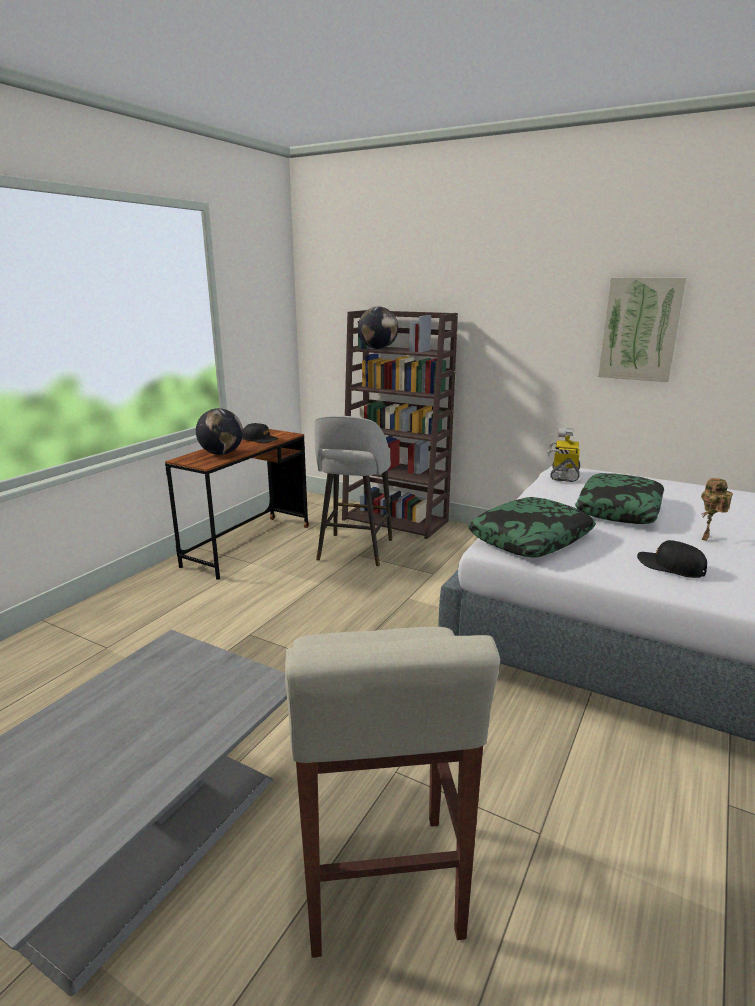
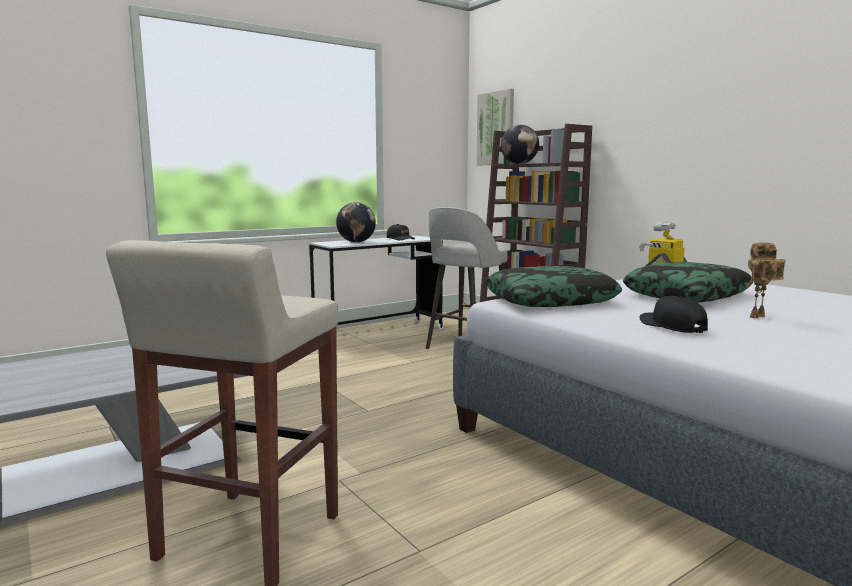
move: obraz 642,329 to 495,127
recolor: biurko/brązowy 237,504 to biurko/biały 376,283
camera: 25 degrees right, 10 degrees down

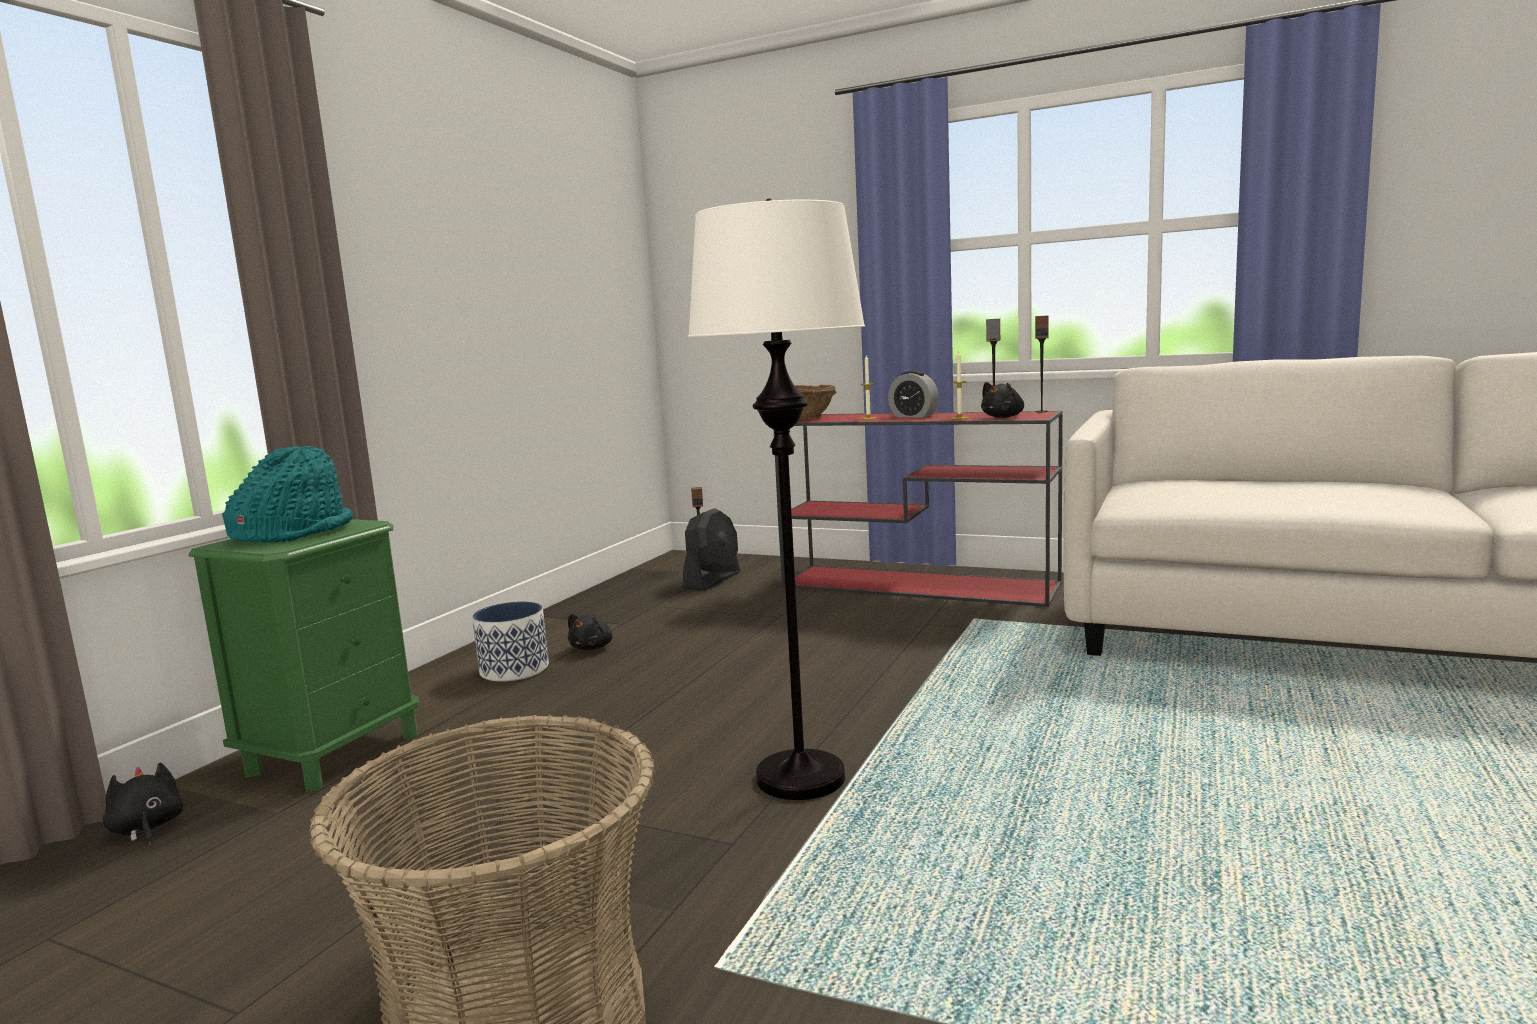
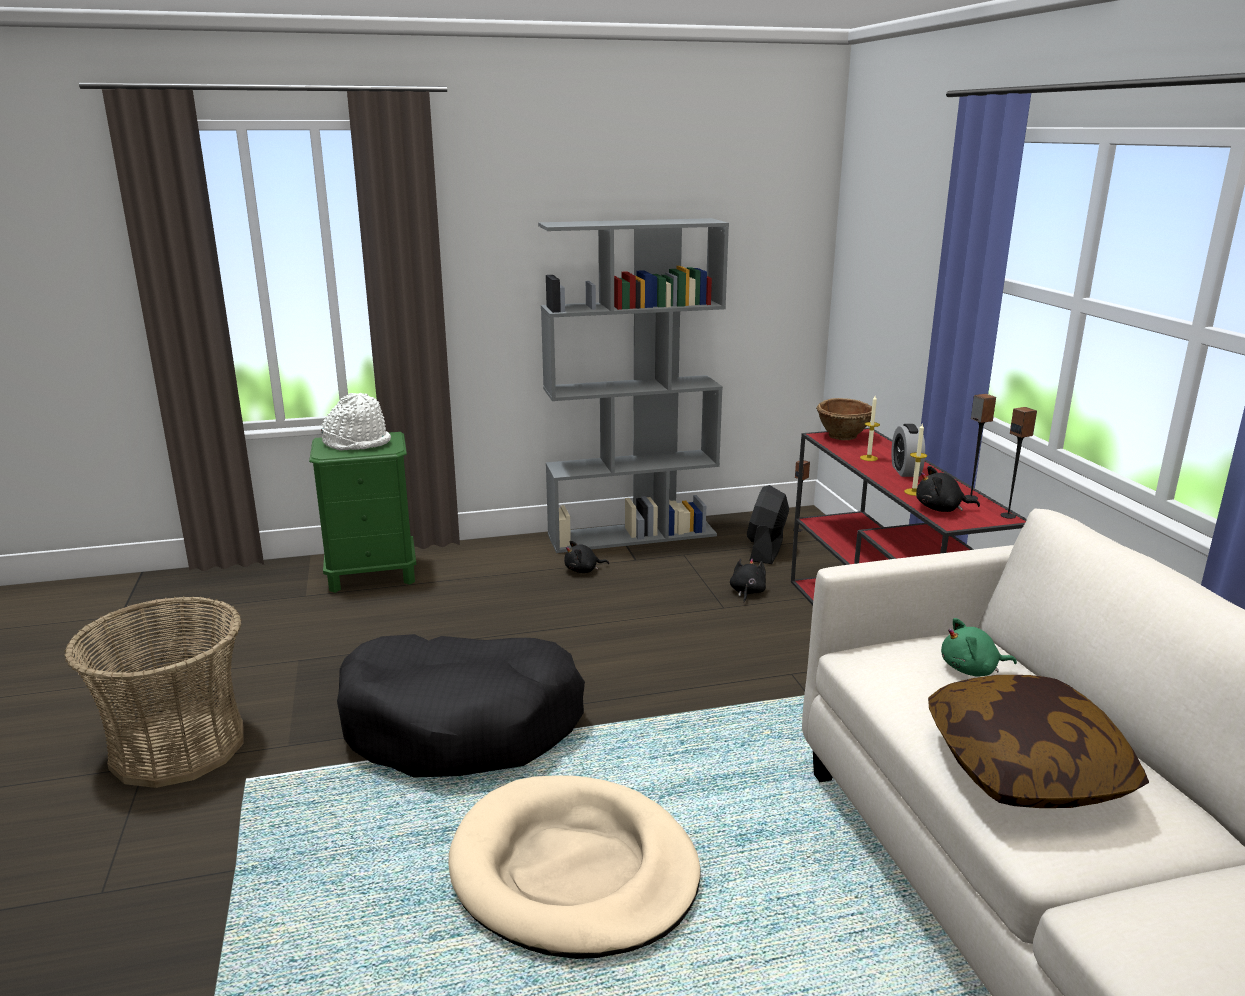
delete: donica 510,642
insert: legowisko/beżowy 574,867; regał/szary 633,385; poduszka 1038,741; pluszak/zielony 979,647
move: pluszak/czarny 143,804 to 748,581
replace: lampa stojąca/biały 776,499 to legowisko/czarny 461,706
recolor: kapelusz/turkusowy 287,494 to kapelusz/biały 356,421
rotate: wentylator/czarny 711,549 = 768,524 120 degrees clockwise
camera: 50 degrees right, 10 degrees up

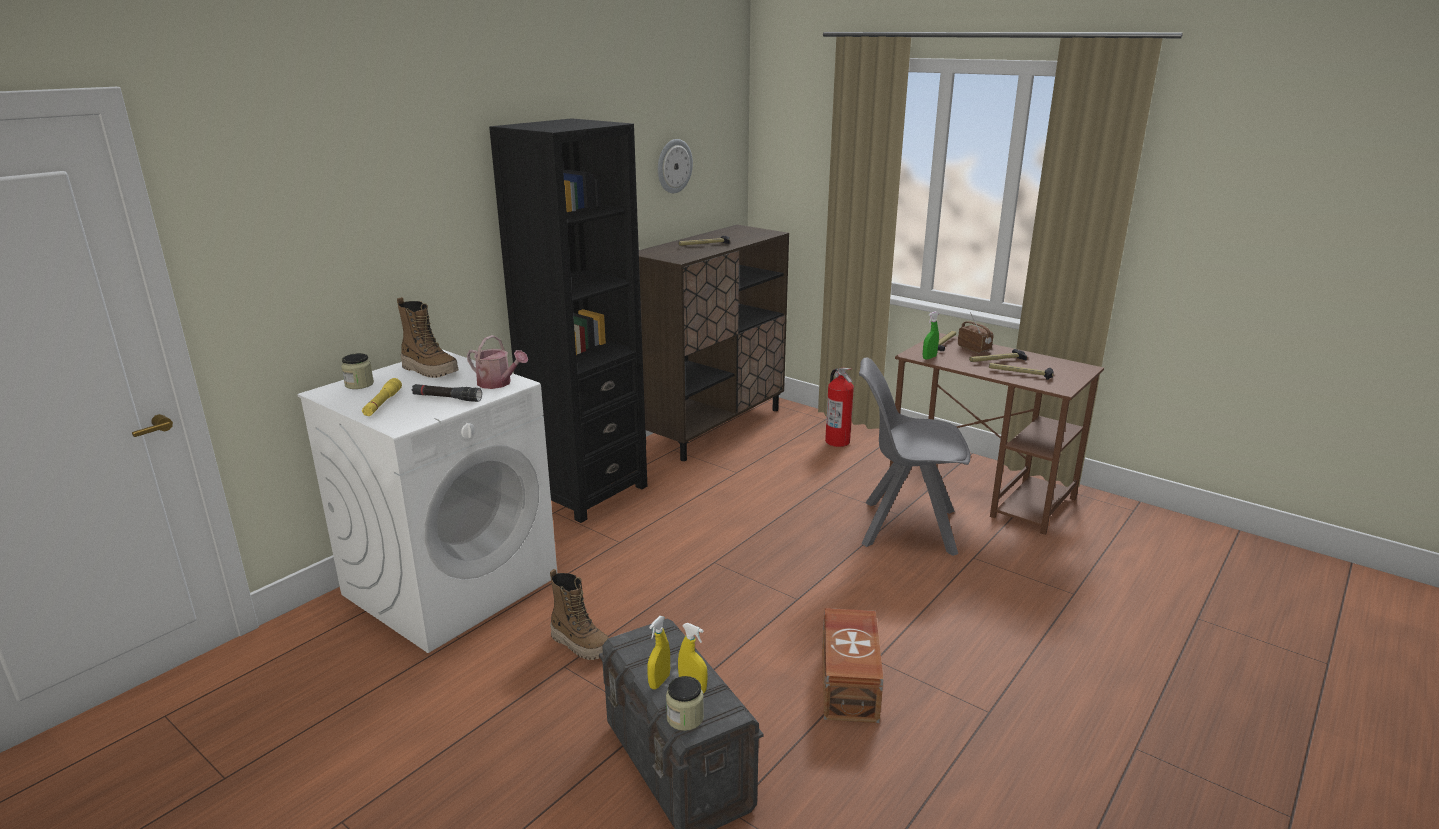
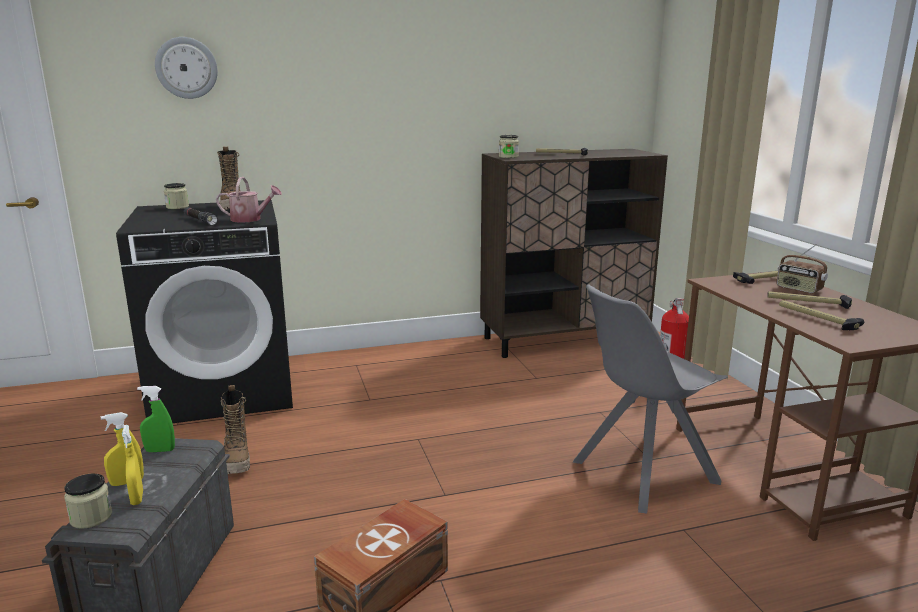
delete: latarka/żółty 382,397; regał/czarny 568,320
insert: słoik 509,146
move: zegar ścienny 675,166 to 186,68; spryskiwacz/zielony 931,335 to 156,419
recolor: pralka/biały 427,501 to pralka/czarny 204,311
rotate: konewka 497,362 = 249,200 60 degrees counterclockwise; krzesło/szary 915,456 = 650,398 75 degrees counterclockwise; radio 976,332 = 802,269 135 degrees clockwise
camera: 35 degrees right, 5 degrees down

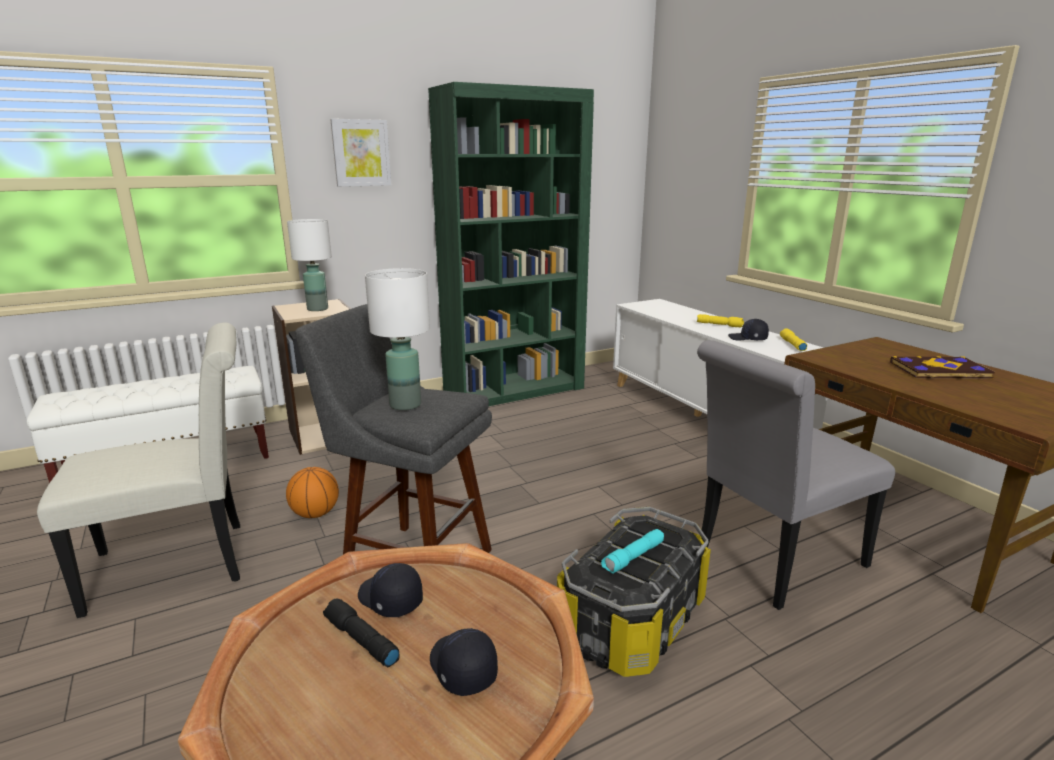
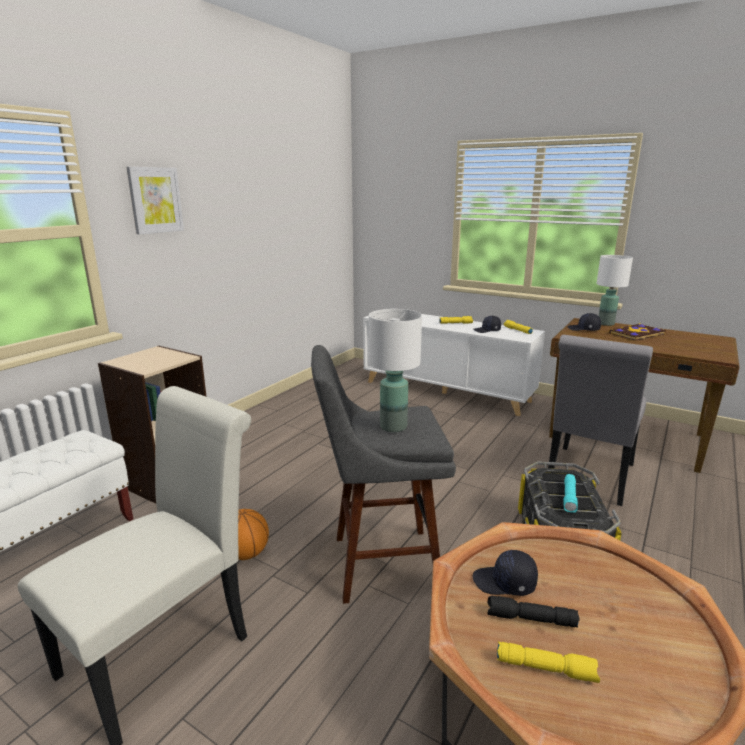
delete: regał/zielony 511,244
insert: latarka/żółty 548,662
move: lampa stołowa/biały 309,265 to 614,290; czapka z daszkiem/czarny 464,662 to 584,322
camera: 30 degrees left, 0 degrees up

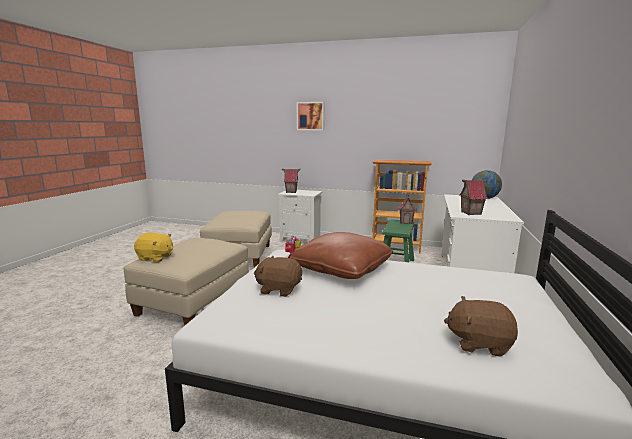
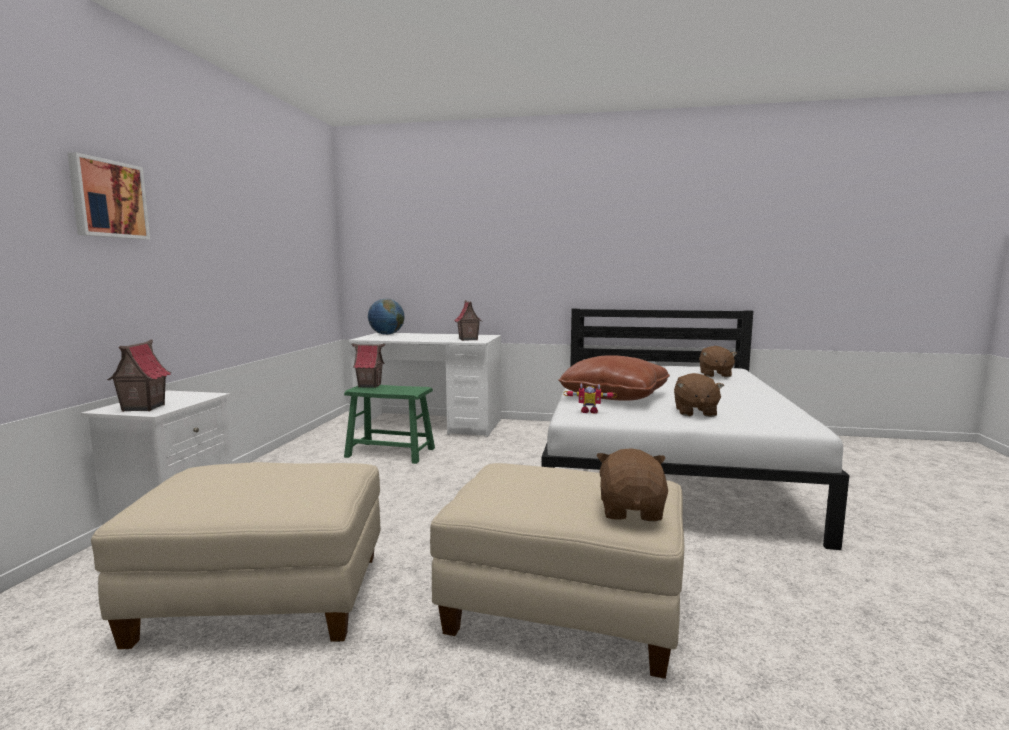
delete: regał 402,206
recolor: pluszak/żółty 153,247 to pluszak/brązowy 632,484
camera: 95 degrees left, 5 degrees down

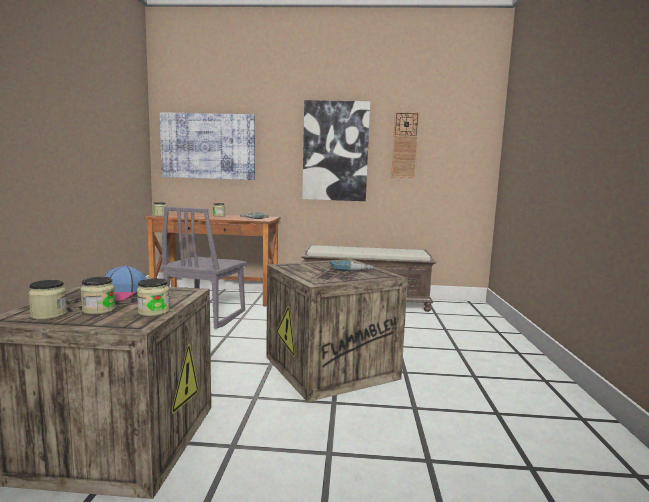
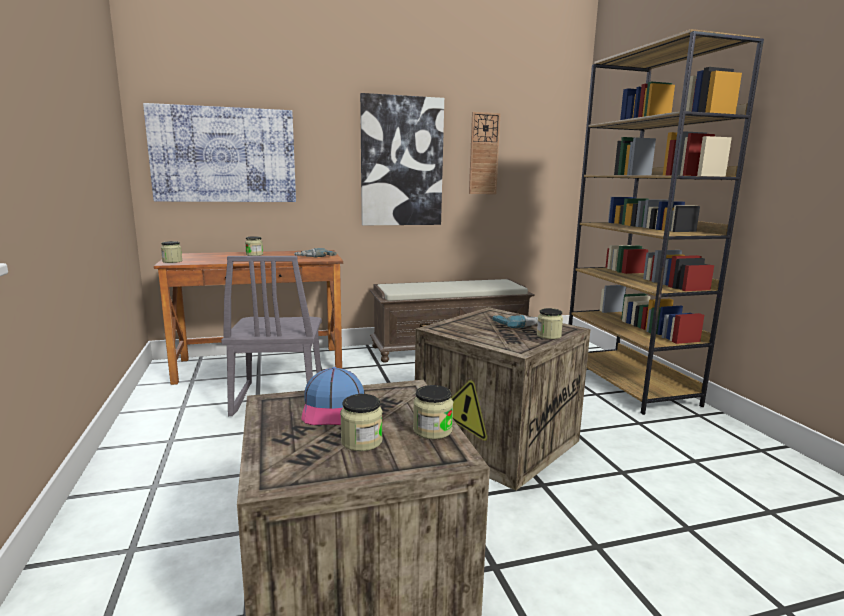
insert: regał/brązowy 666,222
move: słoik 47,300 to 550,323
camera: 20 degrees left, 5 degrees up

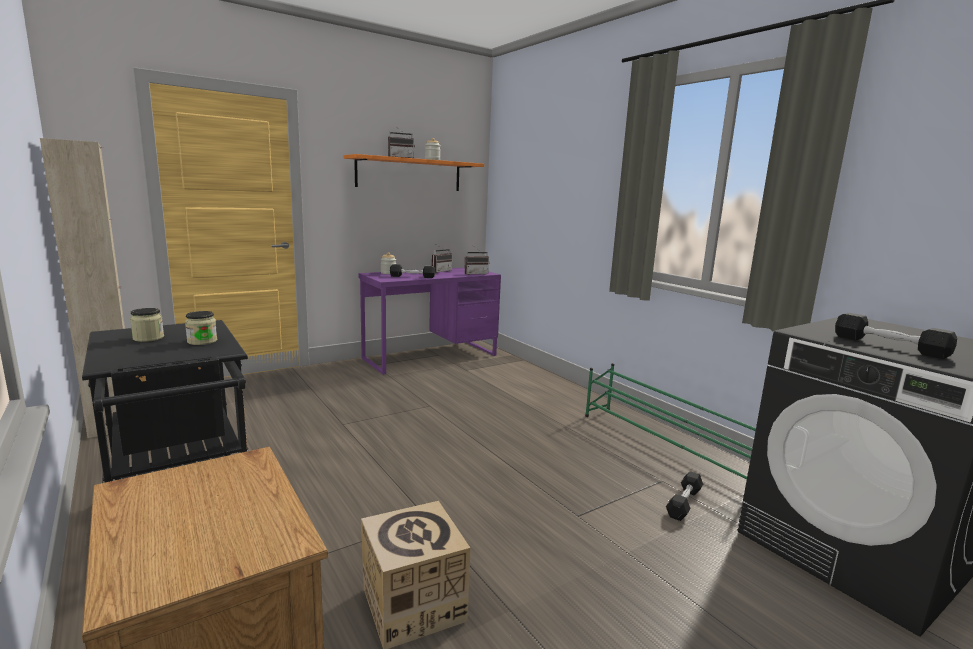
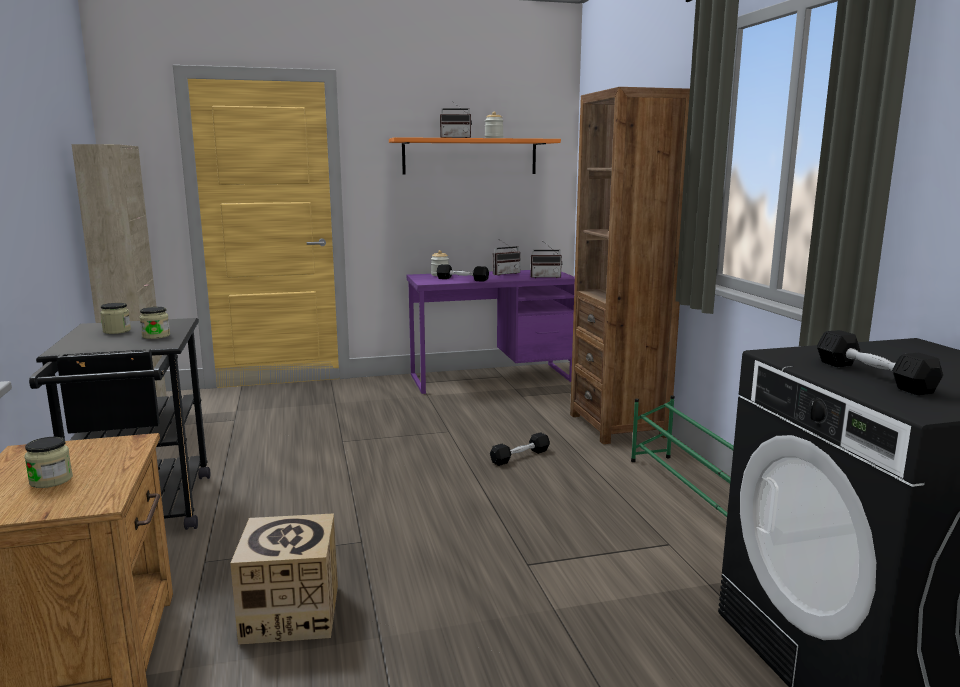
insert: słoik 49,462; regał/brązowy 630,265
move: hantel/czarny 684,496 to 520,449
camera: 20 degrees right, 0 degrees up

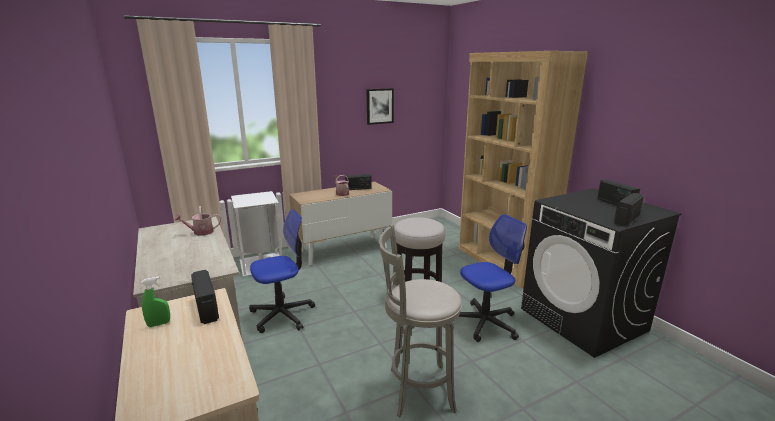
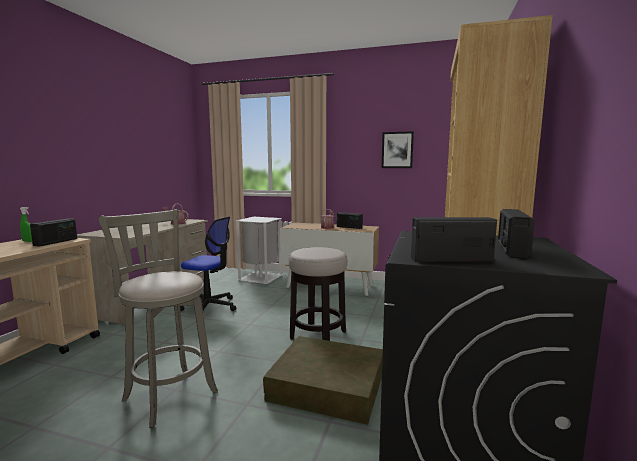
replace: krzesło biurowe 492,278 to pojemnik do przechowywania/brązowy 323,380
camera: 45 degrees right, 10 degrees down

